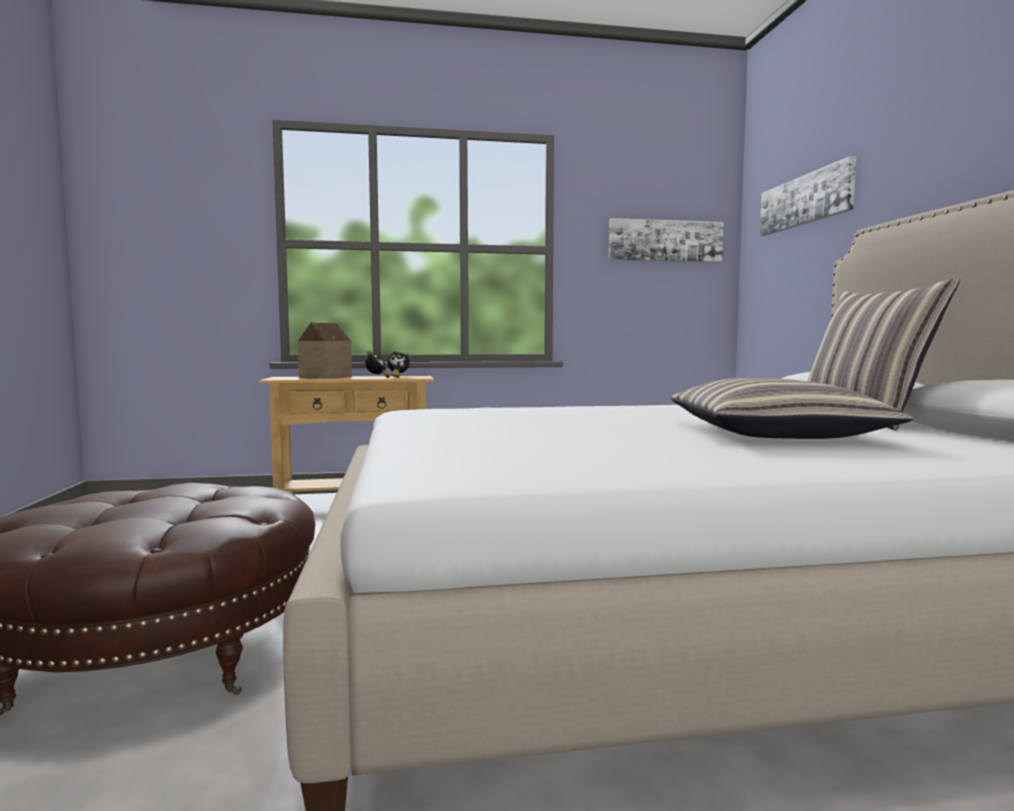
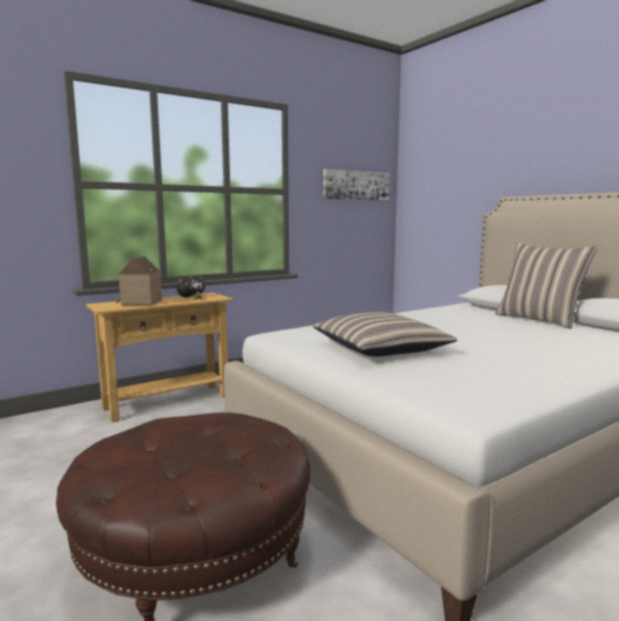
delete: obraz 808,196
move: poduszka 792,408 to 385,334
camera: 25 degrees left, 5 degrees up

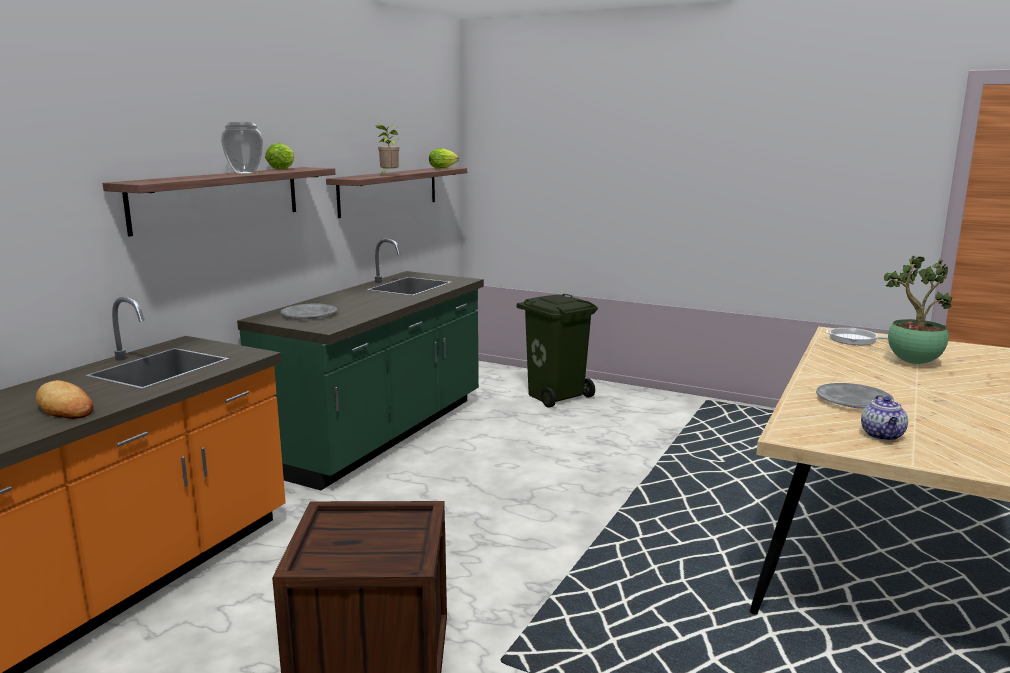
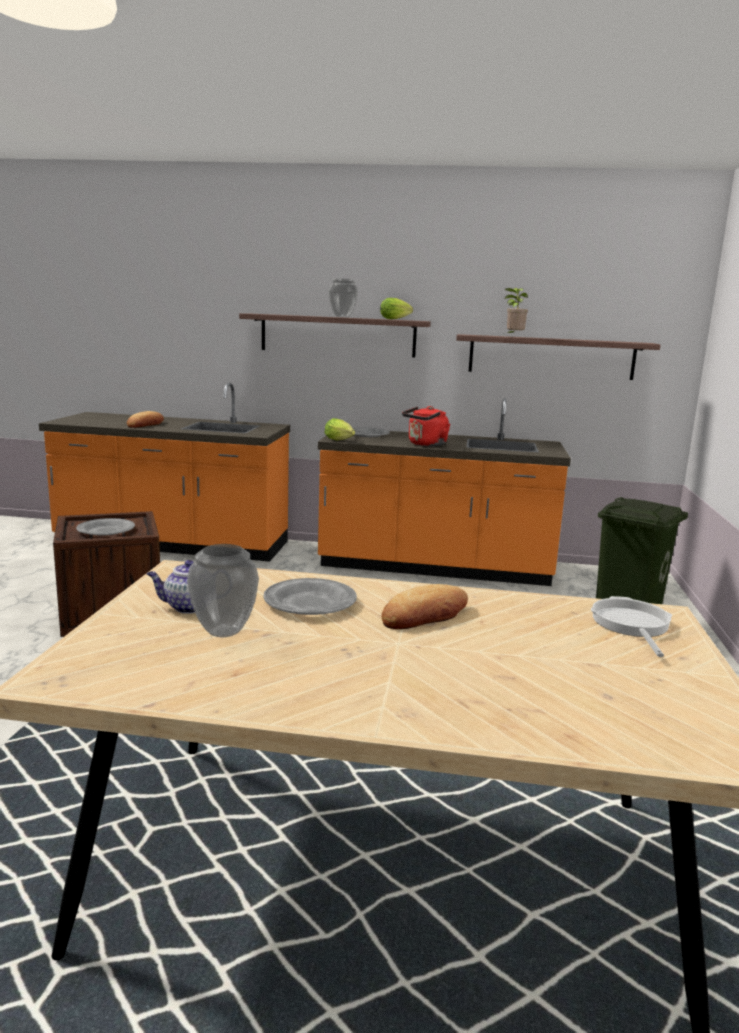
delete: roślina doniczkowa 918,310
insert: talerz/szary 105,527; wazon 223,590; chleb 425,606; czajnik/czerwony 426,426
move: sałata 444,158 to 340,429
recolor: zabudowa kuchenna/zielony 360,365 to zabudowa kuchenna/pomarańczowy 444,492
camera: 70 degrees right, 0 degrees up

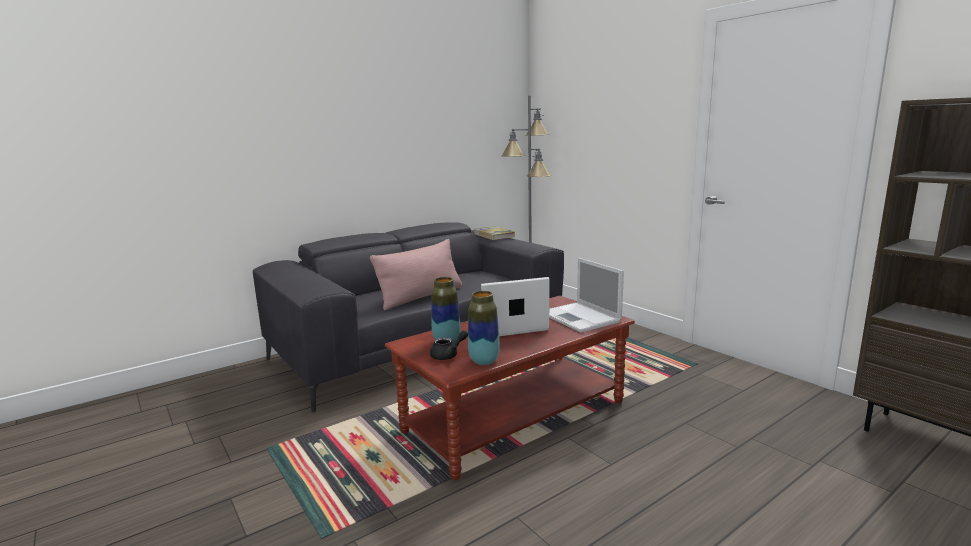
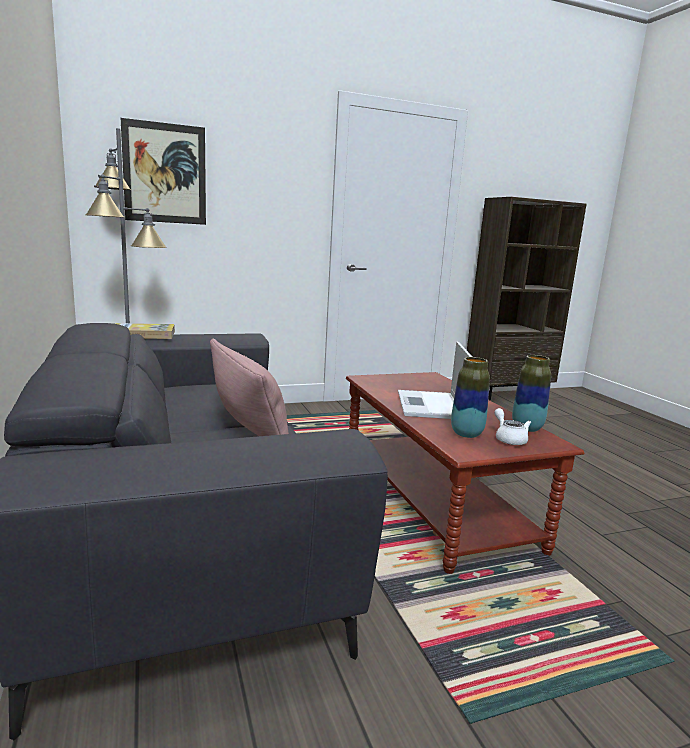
delete: laptop 586,295
insert: obraz 163,171
recolor: imbryk/czarny 449,345 to imbryk/biały 512,426
camera: 75 degrees left, 0 degrees up

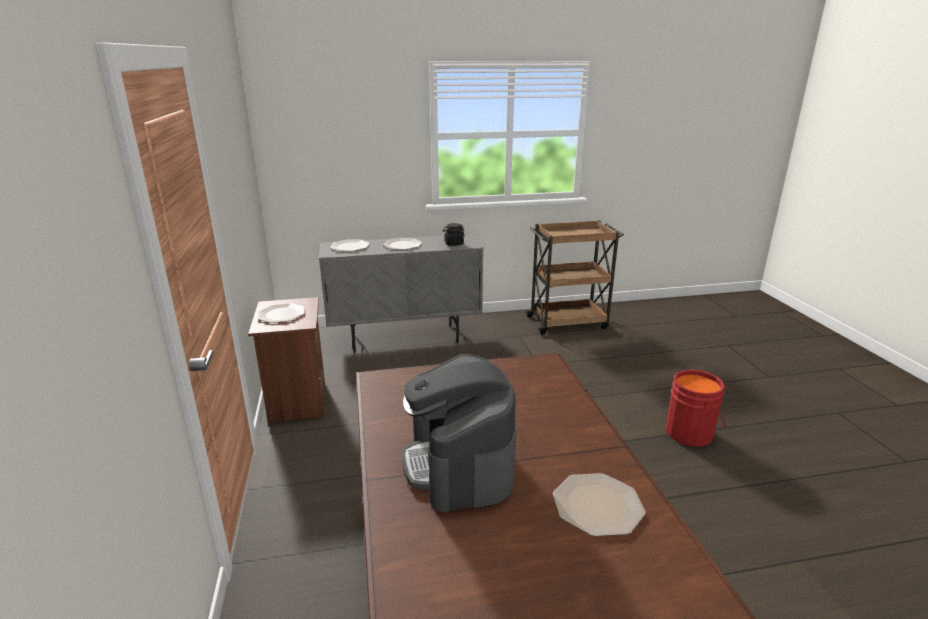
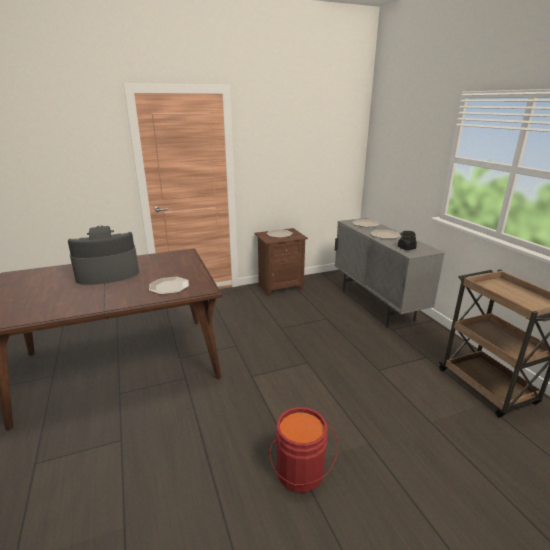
move: talerz 599,505 to 169,285
camera: 80 degrees right, 0 degrees up

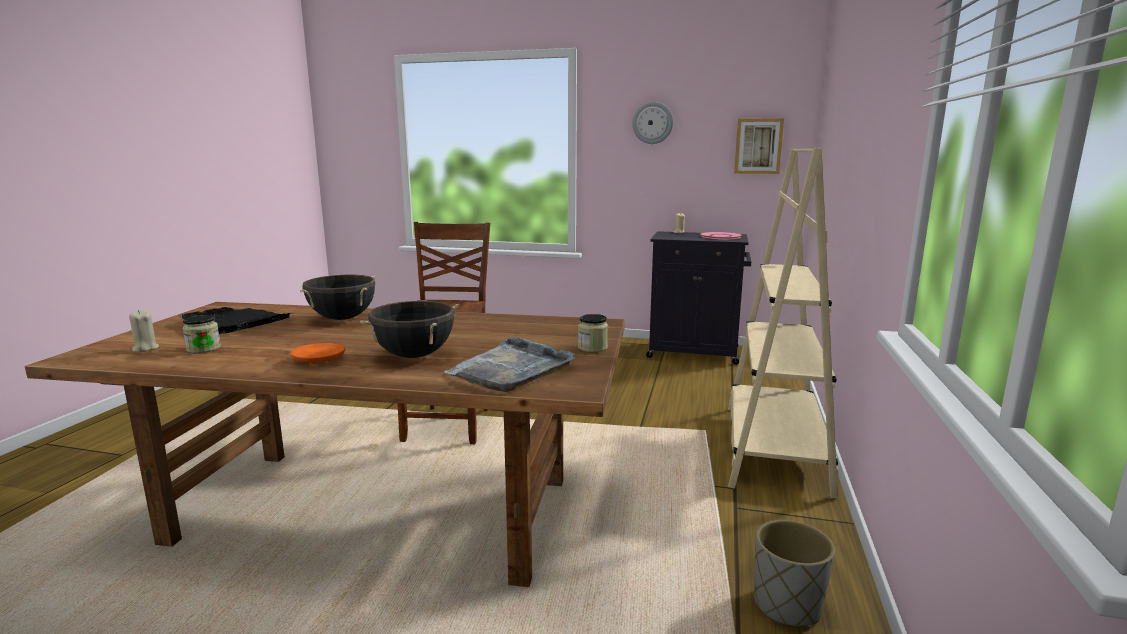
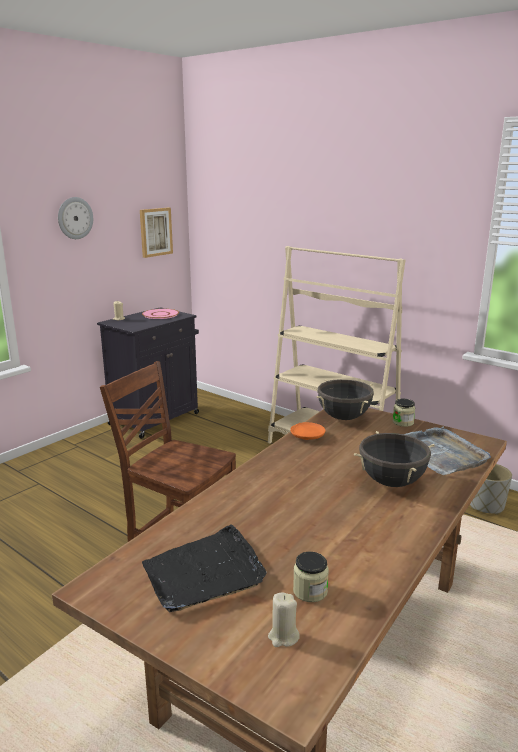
move: talerz/pomarańczowy 318,353 to 308,431; garnek/czarny 337,297 to 345,399
camera: 65 degrees left, 5 degrees up

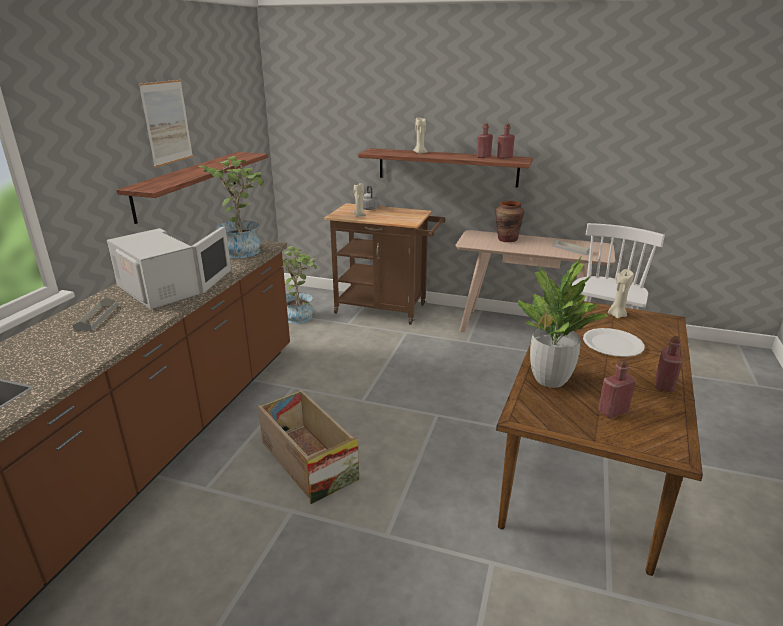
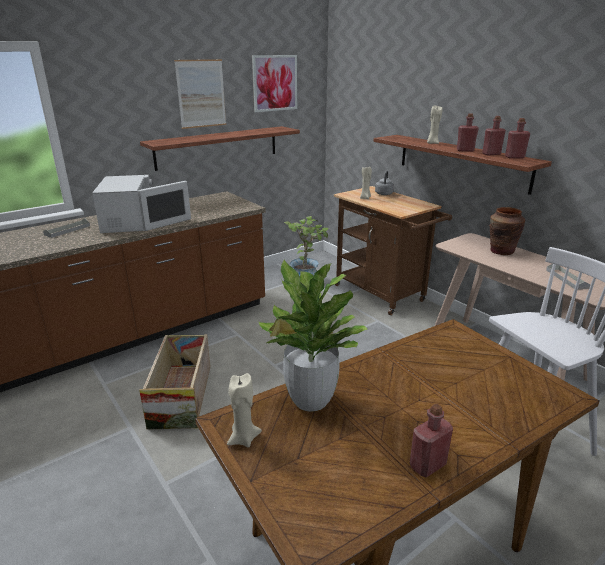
delete: roślina doniczkowa 231,207; talerz/biały 613,342
insert: obraz 274,83
move: butelka/czerwony 617,388 to 468,132; świeca/beżowy 621,294 to 244,410
camera: 35 degrees right, 0 degrees up

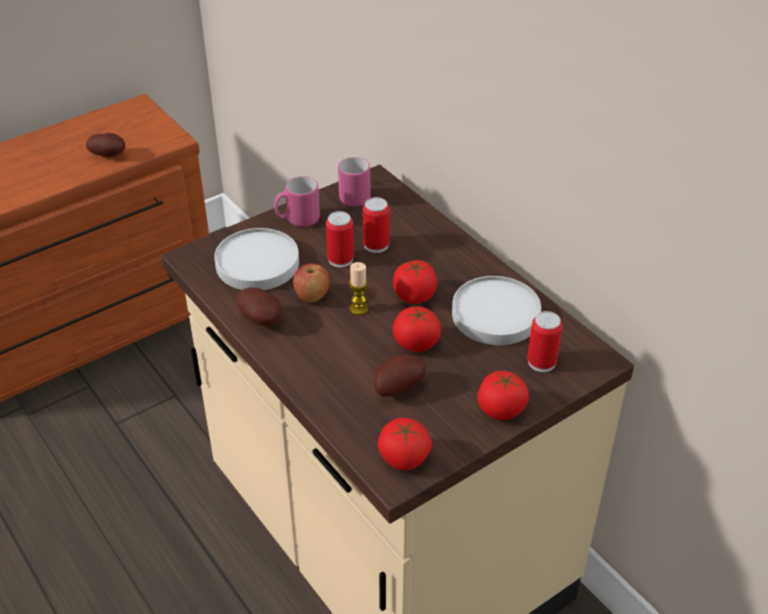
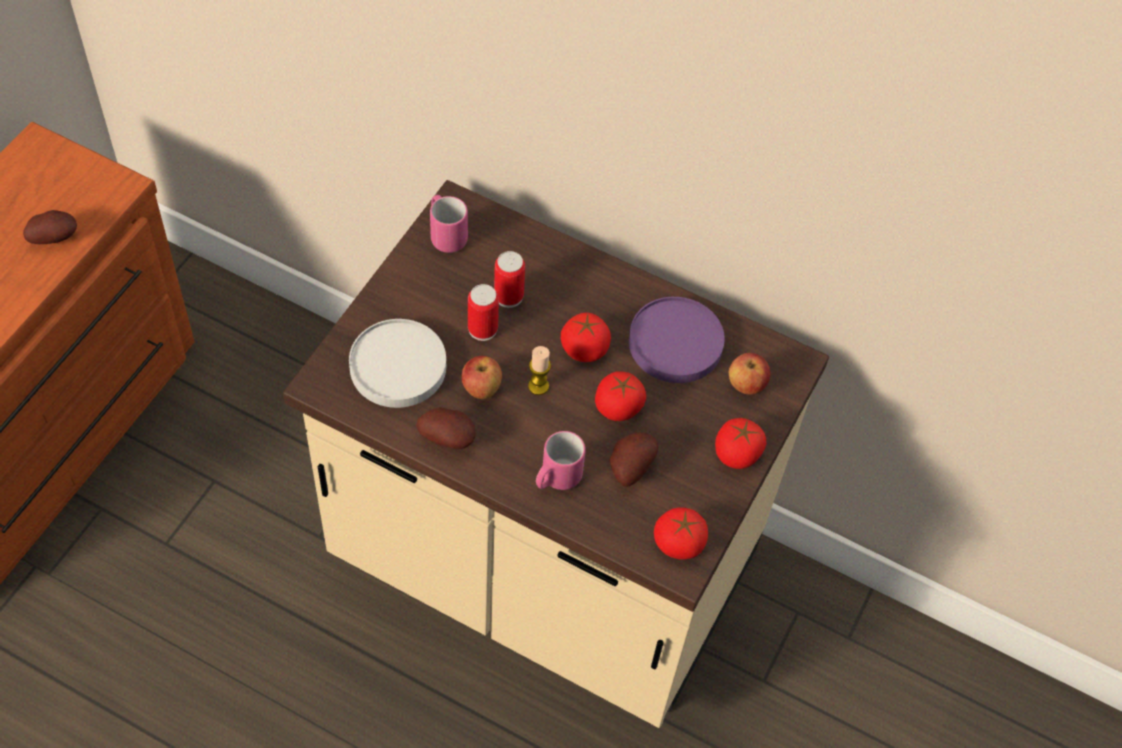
move: kubek/różowy 297,201 to 561,460
replace: puszka 545,341 to jabłko 749,374
recolor: talerz/biały 496,310 to talerz/fioletowy 677,340
camera: 30 degrees left, 15 degrees up

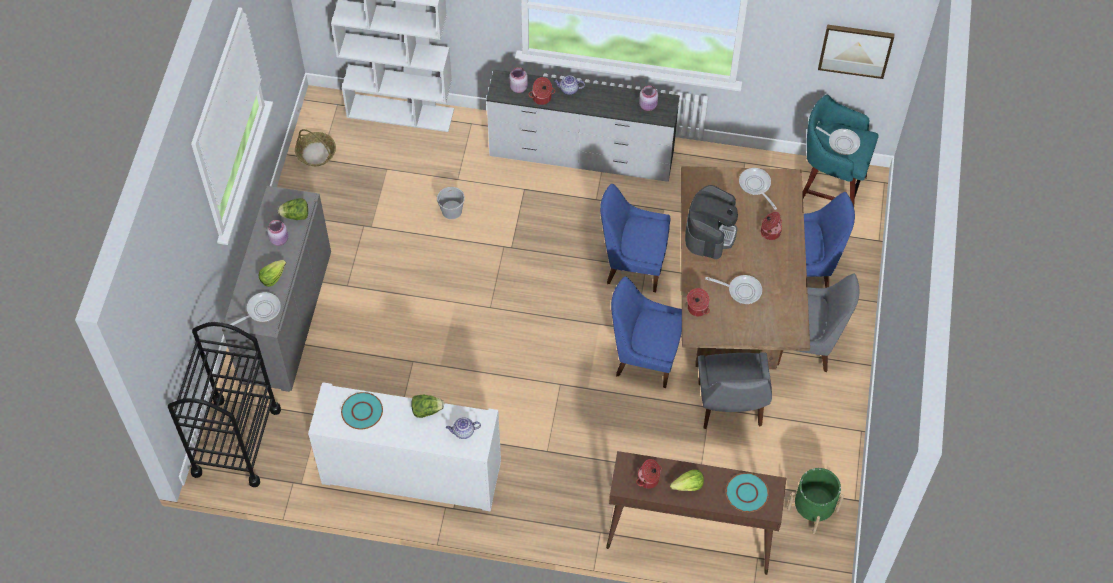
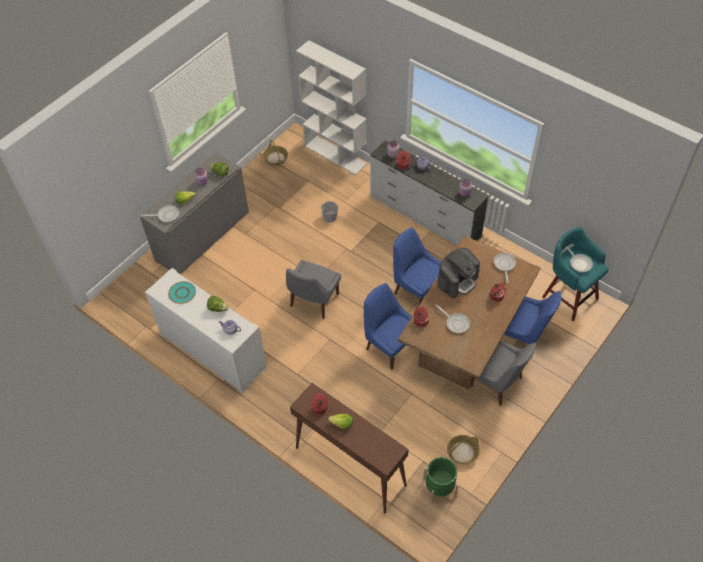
delete: wózek/czarny 224,404; talerz/turkusowy 747,492; obraz 856,51
insert: koszyk 463,450
move: krzesło/szary 735,390 to 313,289
camera: 30 degrees right, 5 degrees down

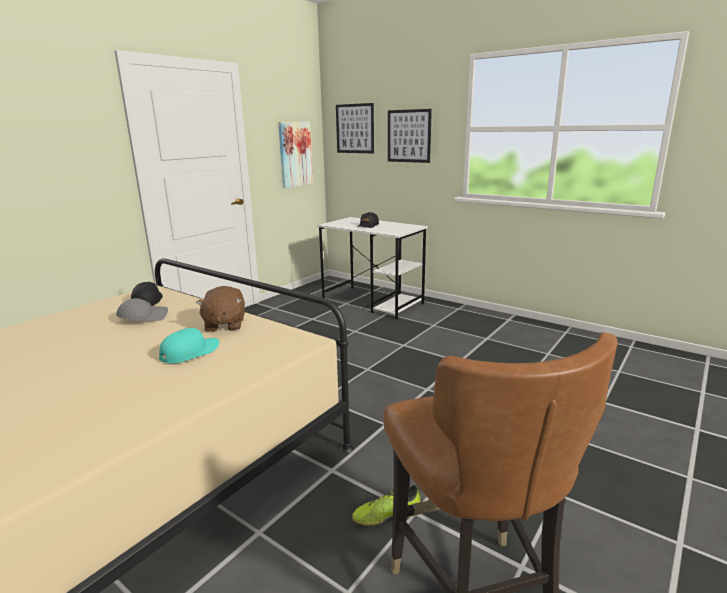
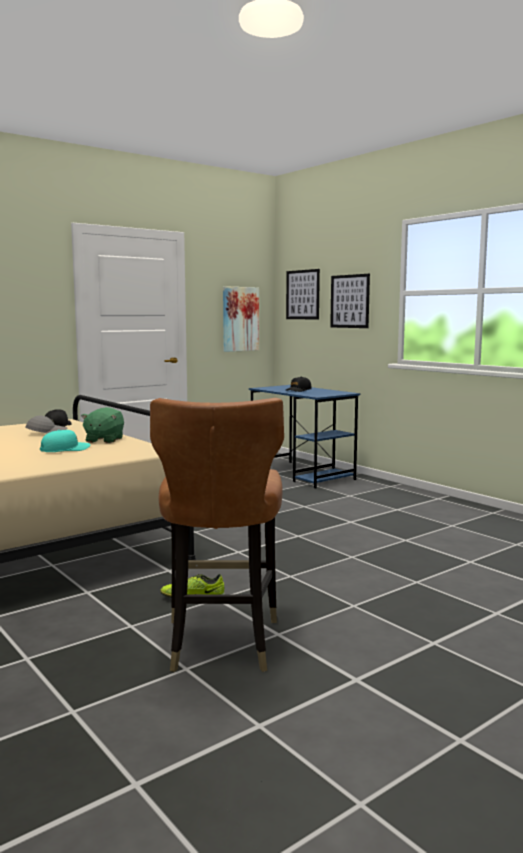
recolor: pluszak/brązowy 220,309 to pluszak/zielony 102,425; biurko/biały 372,268 to biurko/niebieski 304,437
camera: 15 degrees right, 10 degrees down

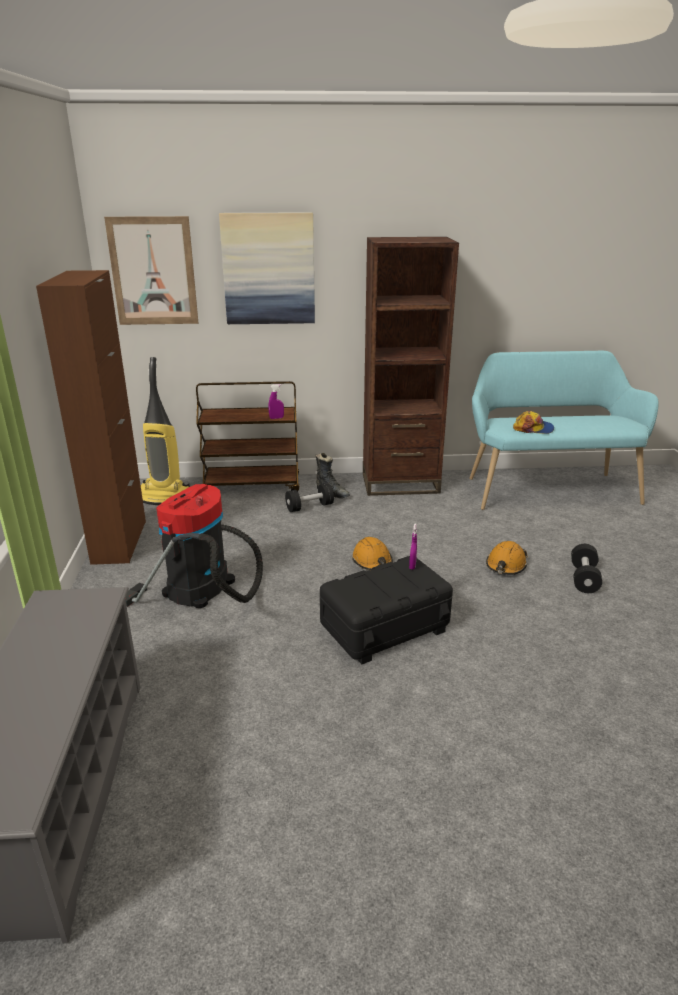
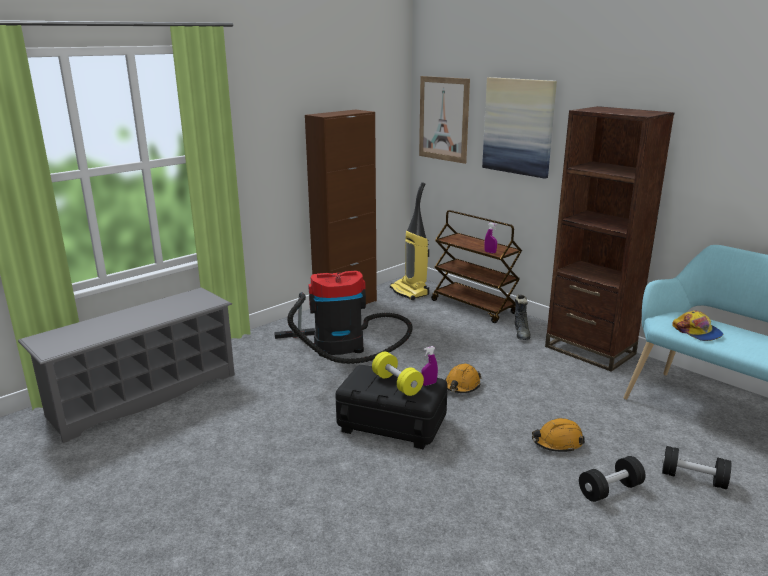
insert: hantel/żółty 398,374
move: hantel/czarny 309,497 to 696,467
camera: 50 degrees right, 5 degrees down

